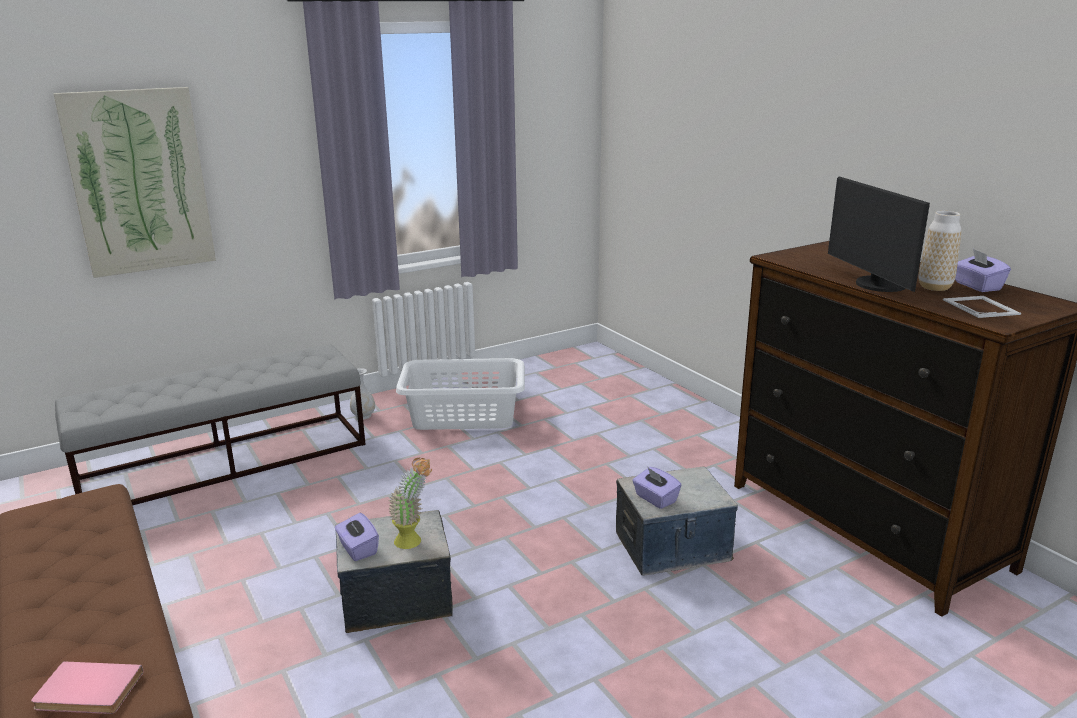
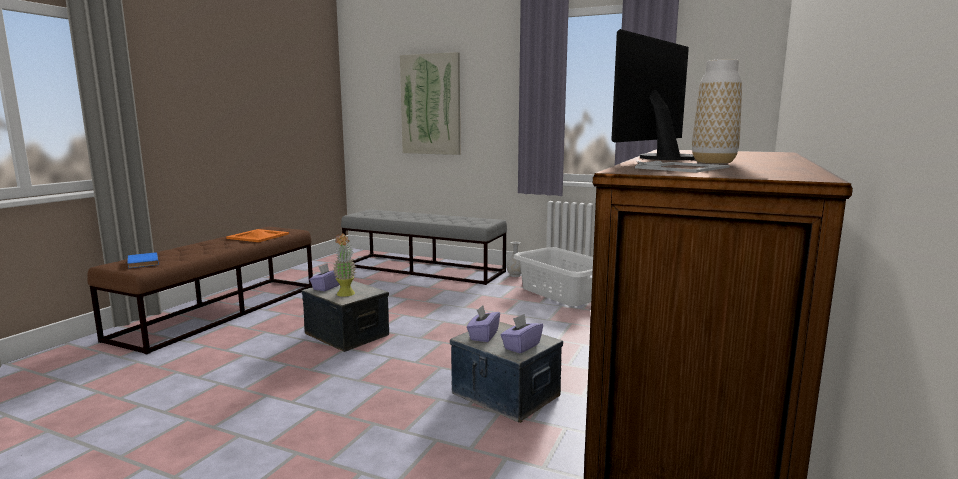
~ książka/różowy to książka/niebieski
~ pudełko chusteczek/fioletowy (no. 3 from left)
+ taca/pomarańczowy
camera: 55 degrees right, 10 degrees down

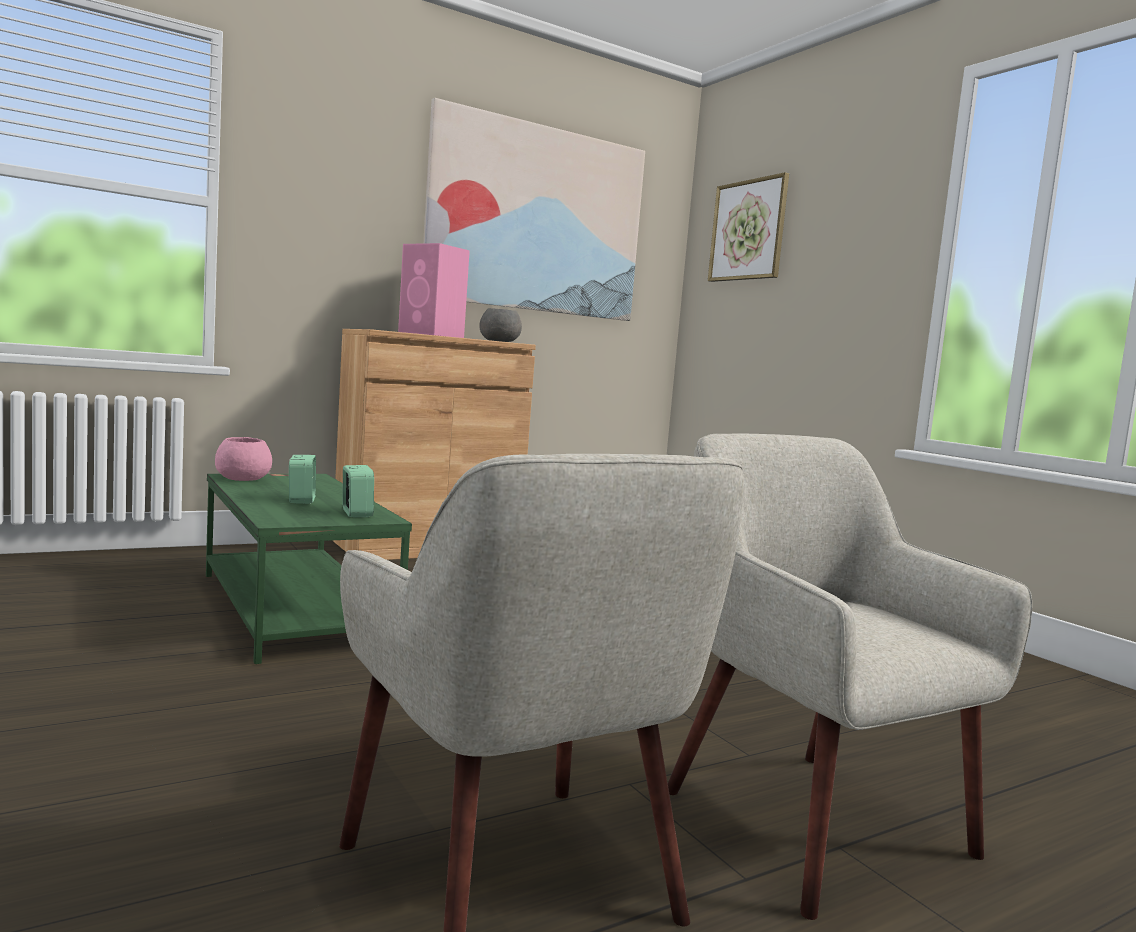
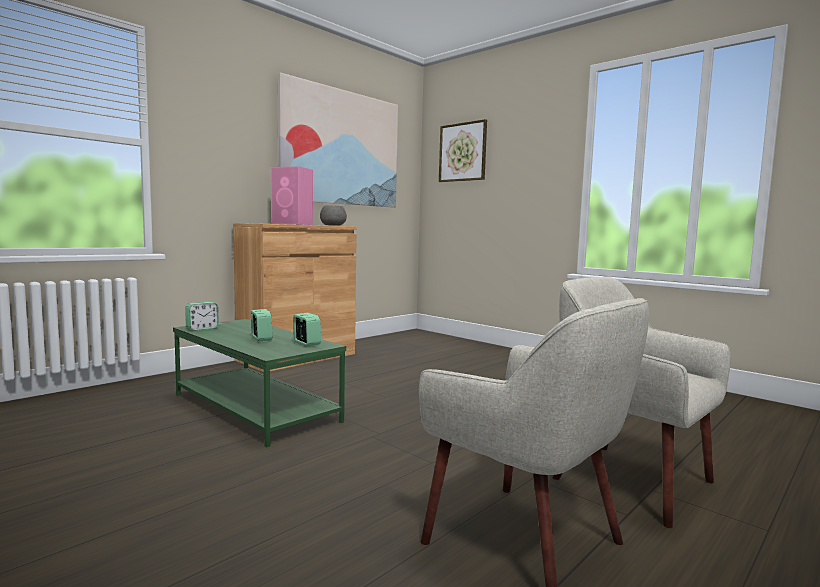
~ miska/różowy to budzik (no. 1 from left)
camera: 15 degrees left, 0 degrees up

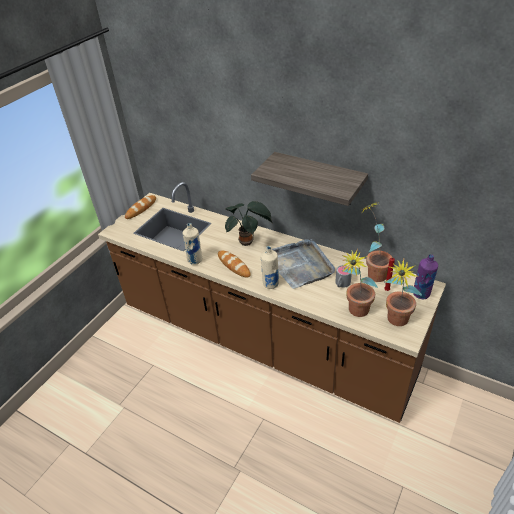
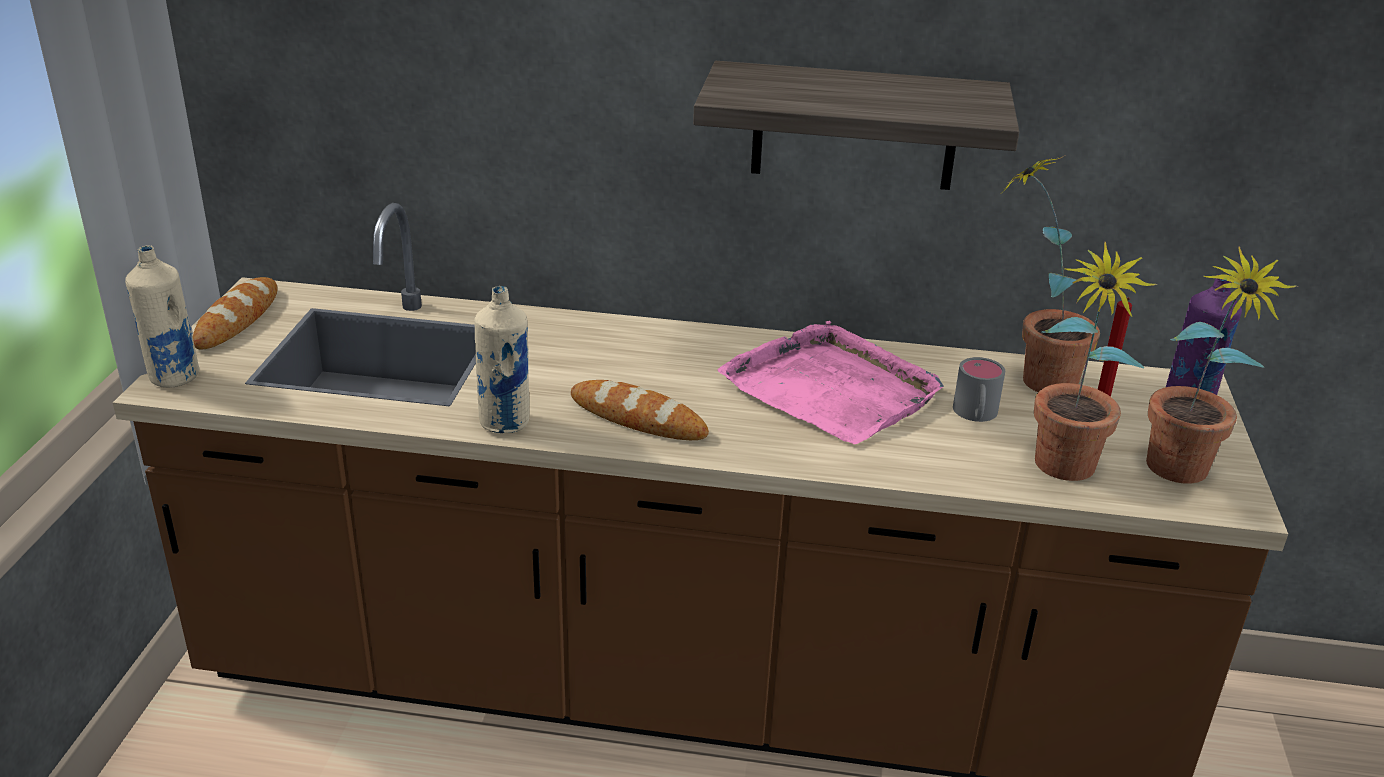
- roślina doniczkowa (no. 1 from left)
~ butelka/beżowy (no. 2 from left in the first image) to butelka/beżowy (no. 1 from left)
~ taca/szary to taca/różowy
camera: 25 degrees left, 10 degrees down

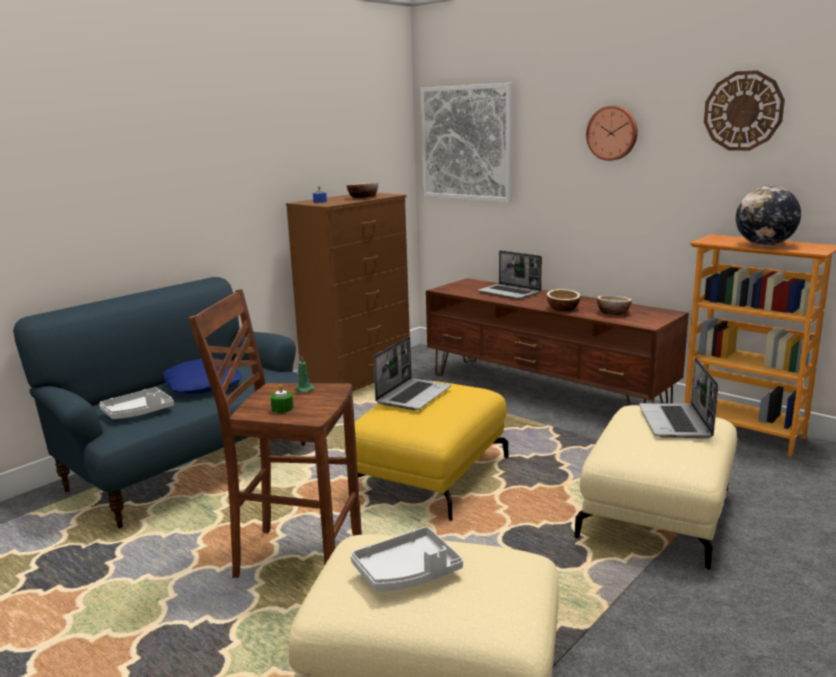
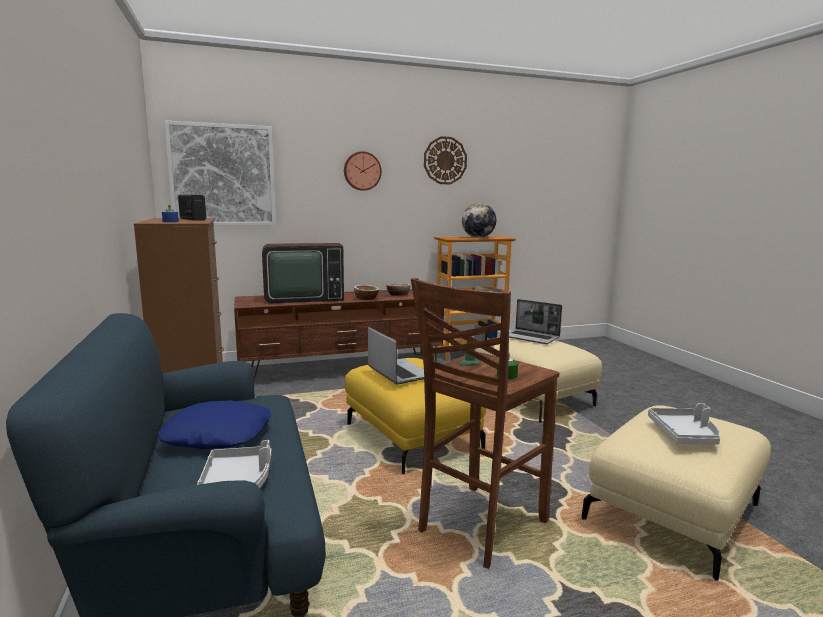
~ miska (no. 1 from left) to radio
~ laptop (no. 2 from left) to telewizor
camera: 60 degrees left, 5 degrees down

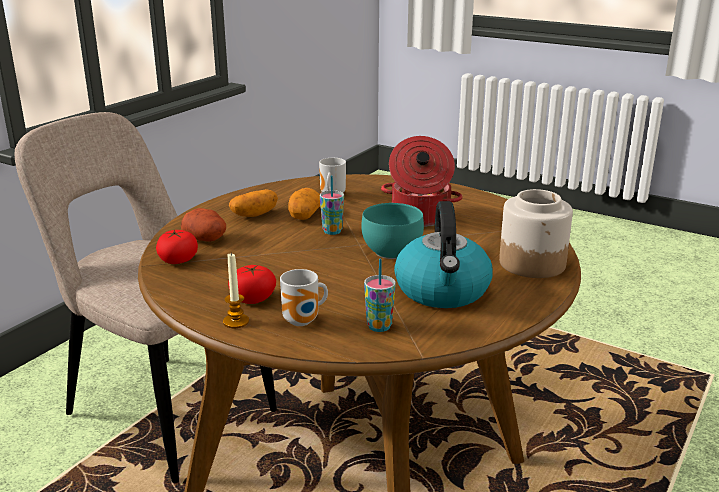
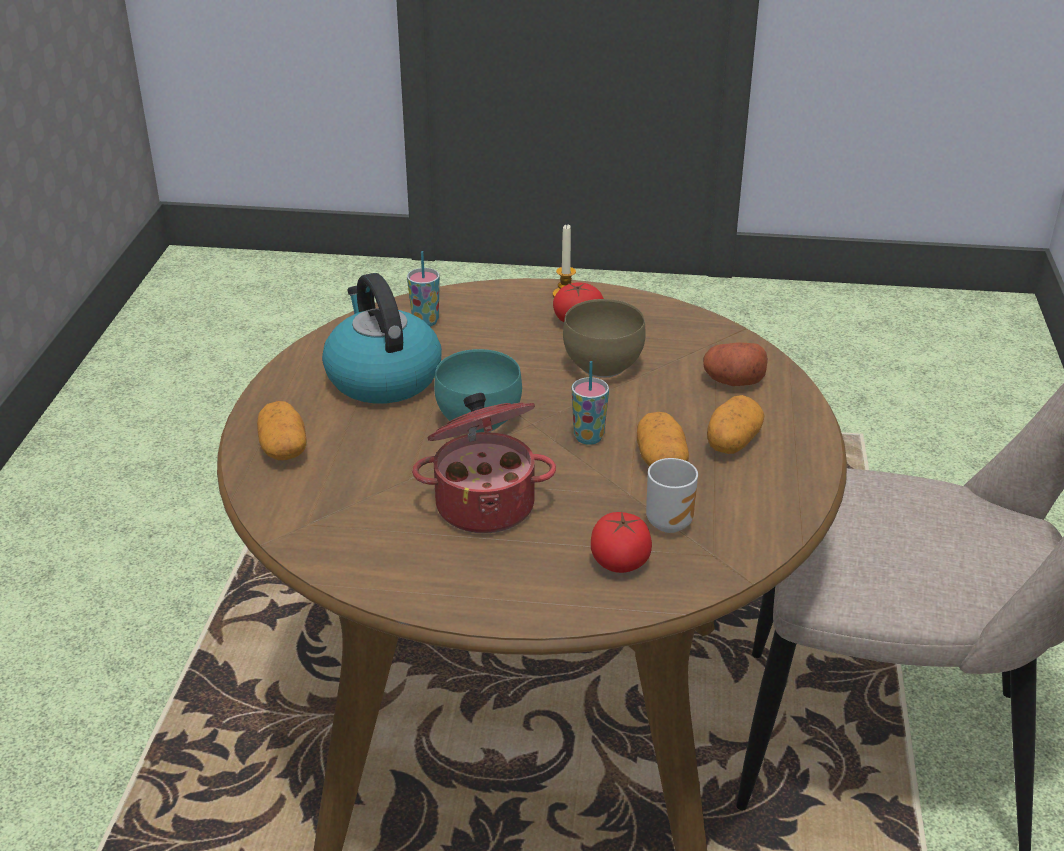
~ pomidor (no. 1 from left in the first image) to pomidor (no. 2 from left)
- kubek (no. 1 from left)
~ słoik to ziemniak (no. 1 from left)
+ miska/brązowy
camera: 155 degrees right, 10 degrees up

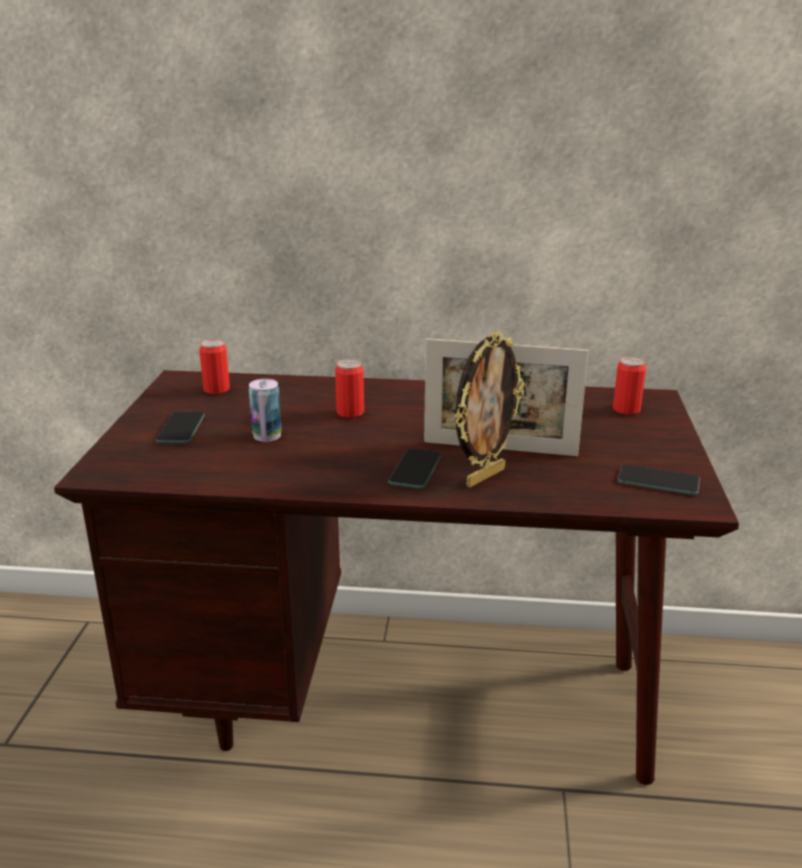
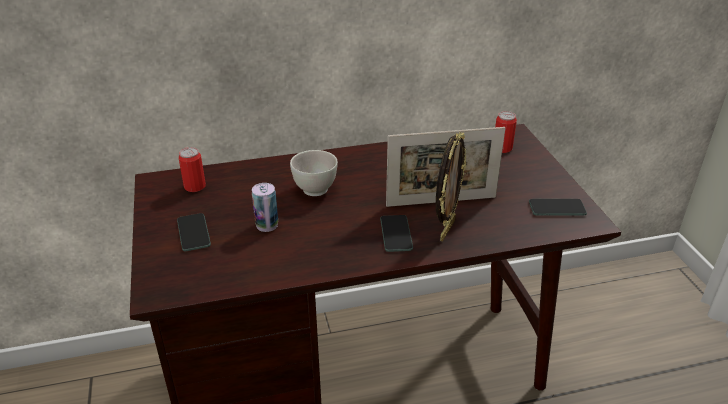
~ puszka (no. 3 from left) to miska/biały
camera: 20 degrees left, 10 degrees up

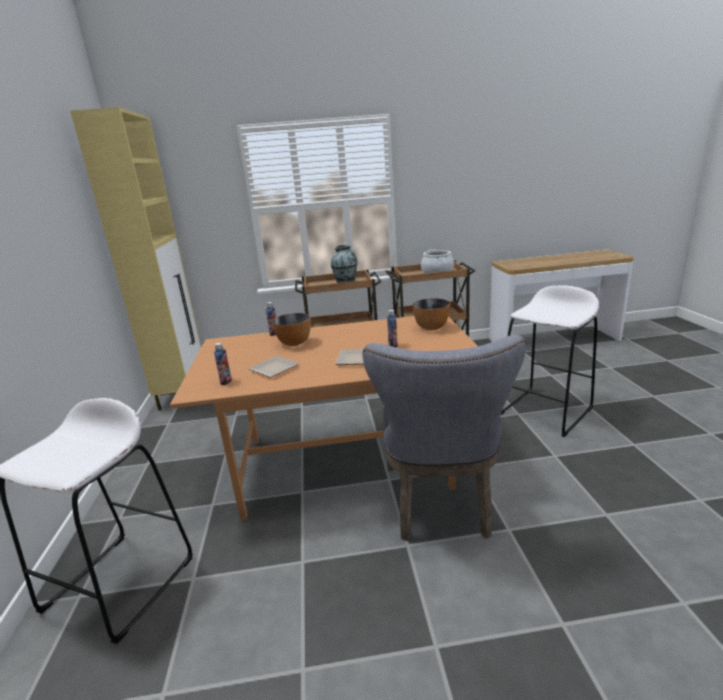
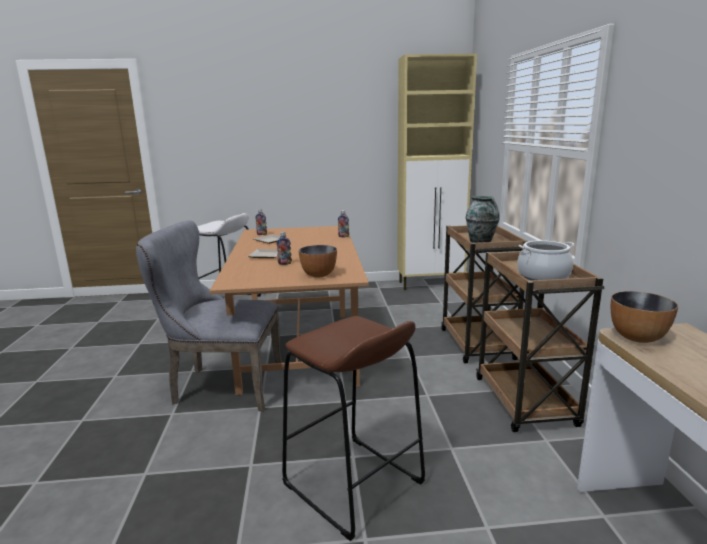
~ miska (no. 1 from left in the first image) to miska (no. 2 from left)
~ stołek/biały (no. 2 from left) to stołek/brązowy
camera: 90 degrees right, 5 degrees down

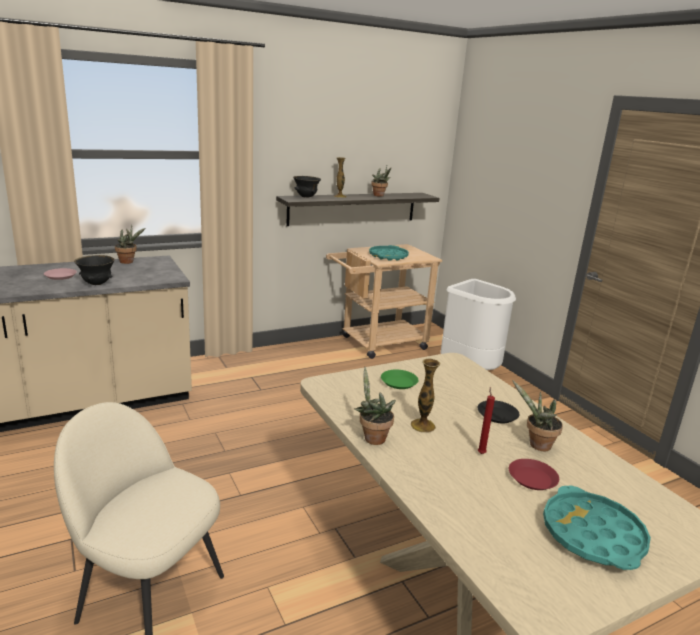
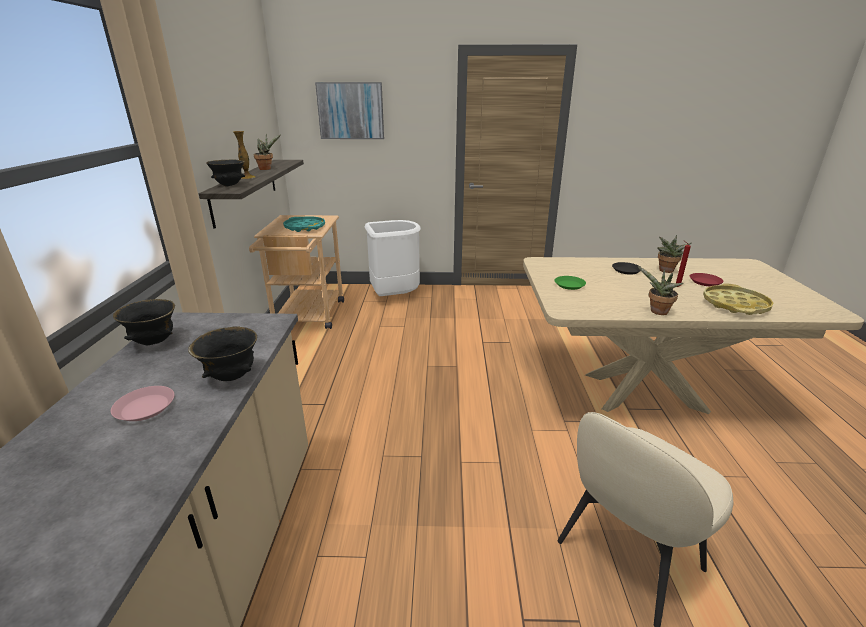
~ roślina doniczkowa (no. 1 from left) to miska/czarny (no. 1 from left)
- wazon (no. 2 from left)
- taca/turkusowy (no. 2 from left)
+ obraz
+ taca/żółty
camera: 60 degrees left, 5 degrees up

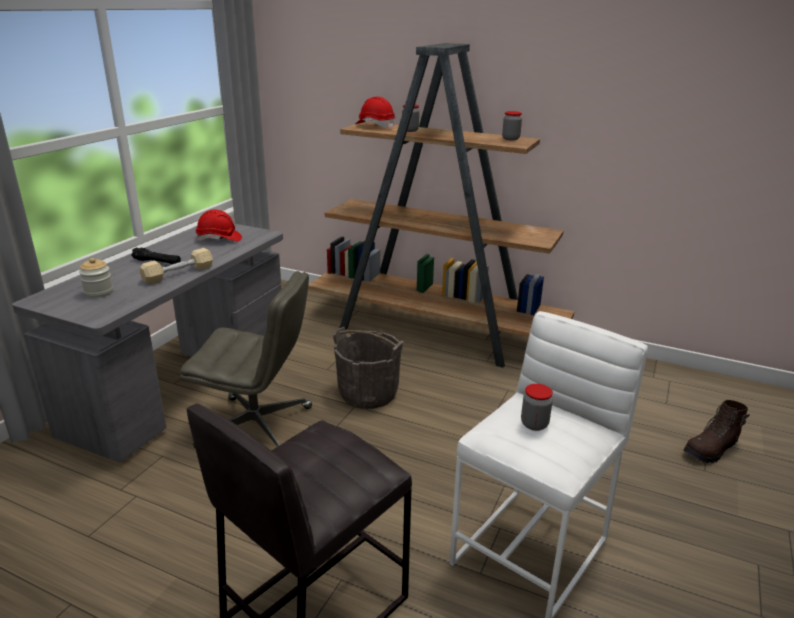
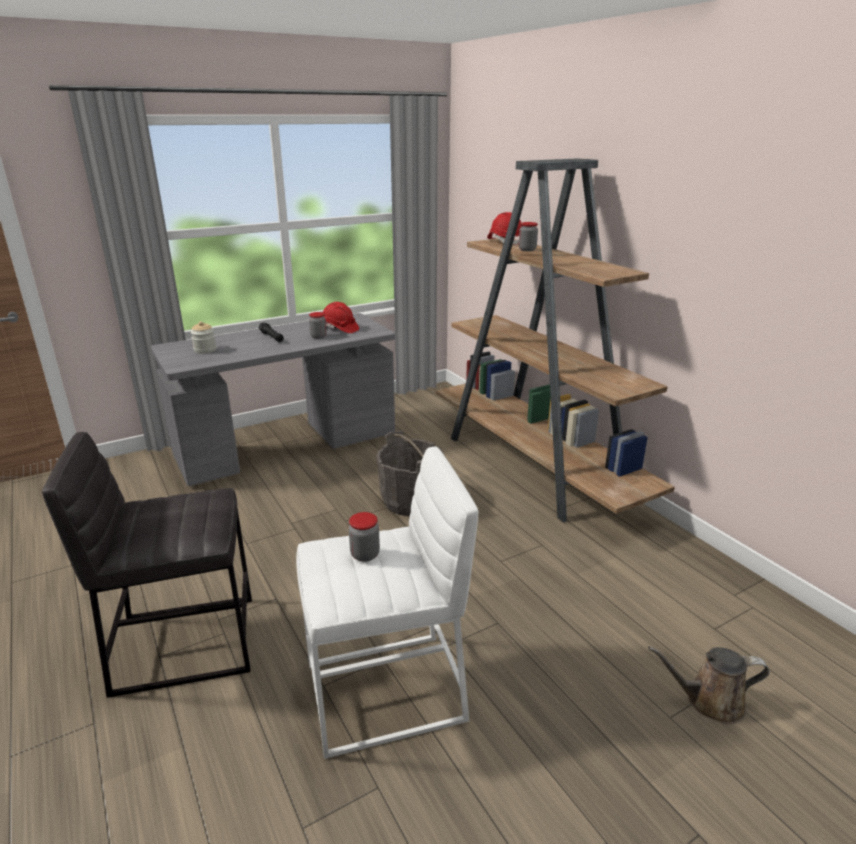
- hantel/beżowy
- krzesło biurowe/szary
~ słoik (no. 3 from left in the first image) to słoik (no. 2 from left)
~ but z cholewką/brązowy to konewka/brązowy
camera: 35 degrees right, 0 degrees up

